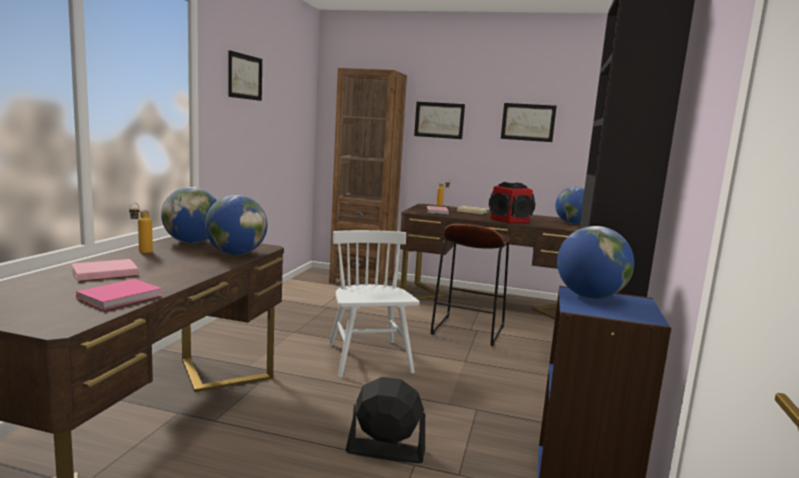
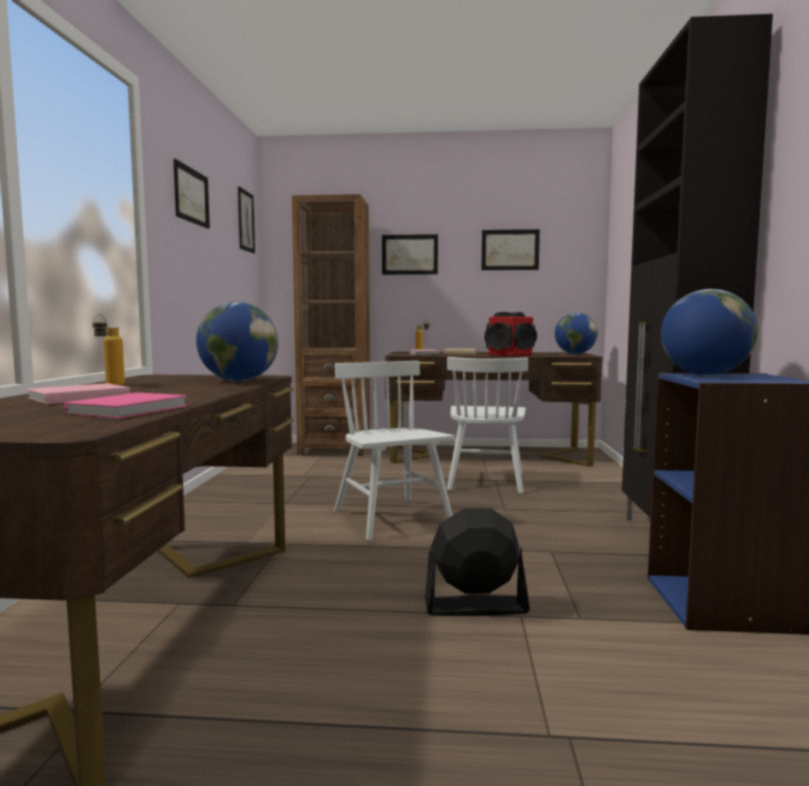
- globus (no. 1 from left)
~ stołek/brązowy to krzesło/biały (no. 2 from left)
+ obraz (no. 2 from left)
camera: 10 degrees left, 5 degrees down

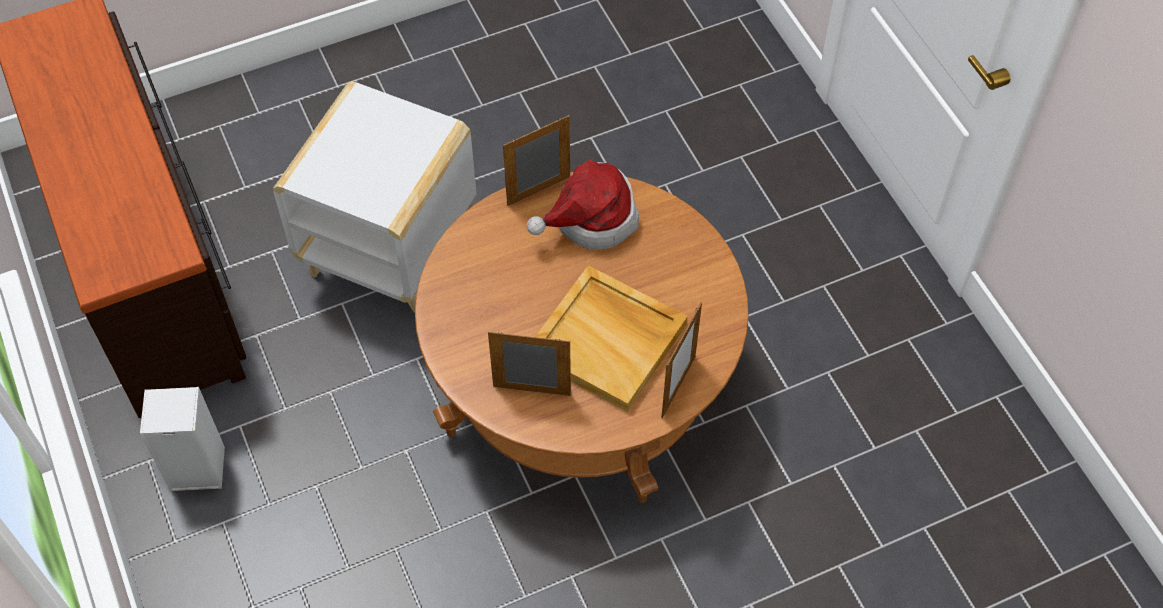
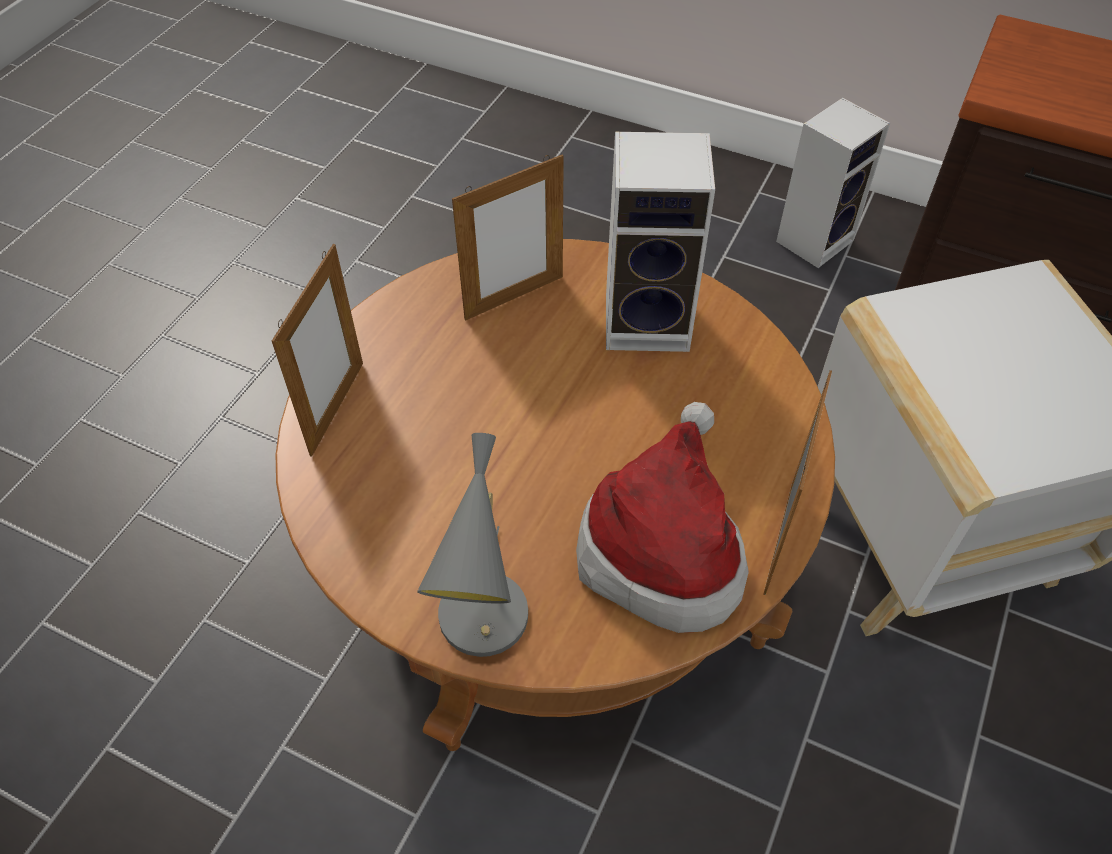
- taca/beżowy
~ ramka na zdjęcie (no. 3 from left in the first image) 150 degrees counterclockwise
+ lampa stołowa/szary
+ głośnik (no. 1 from left)
camera: 140 degrees right, 5 degrees down

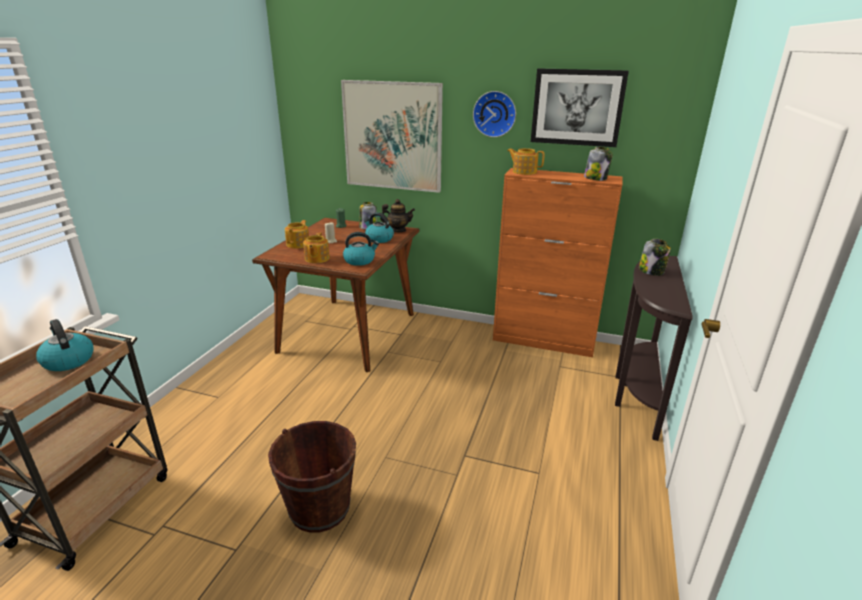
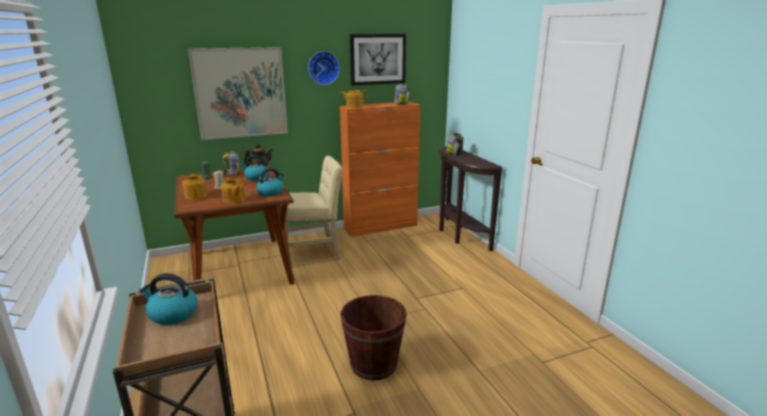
+ krzesło/beżowy
camera: 40 degrees left, 5 degrees down

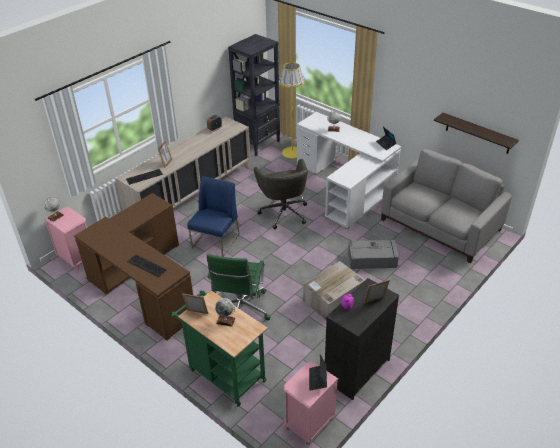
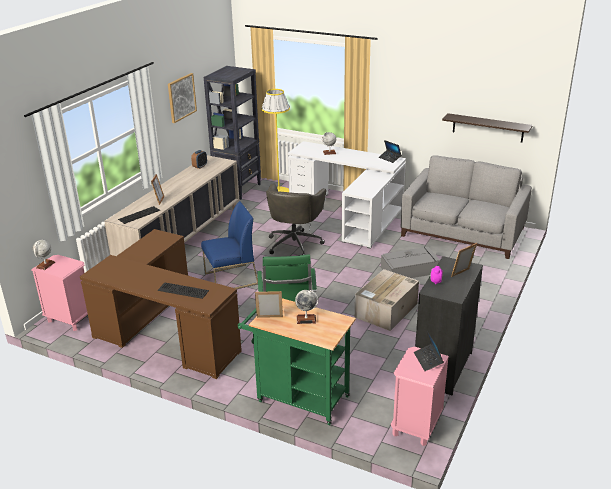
~ krzesło/niebieski 60 degrees clockwise
~ krzesło biurowe/szary 45 degrees clockwise
+ obraz
camera: 15 degrees left, 10 degrees down

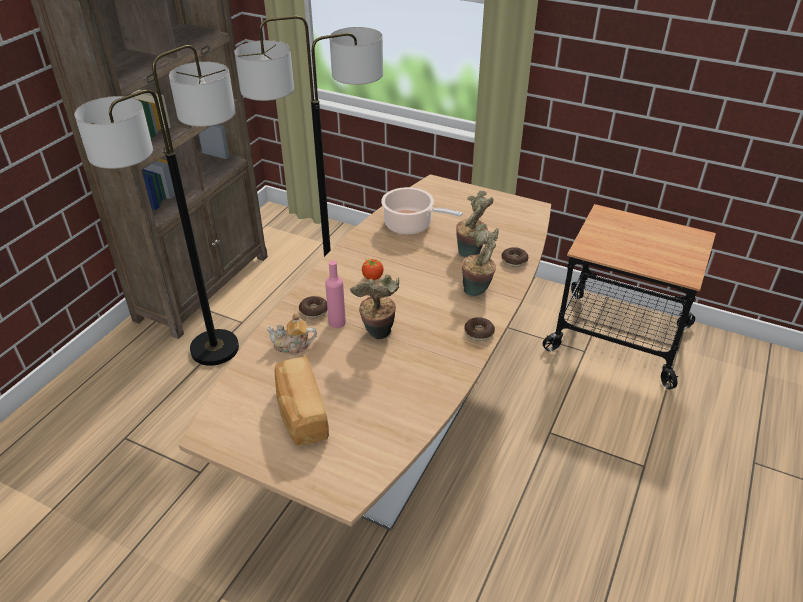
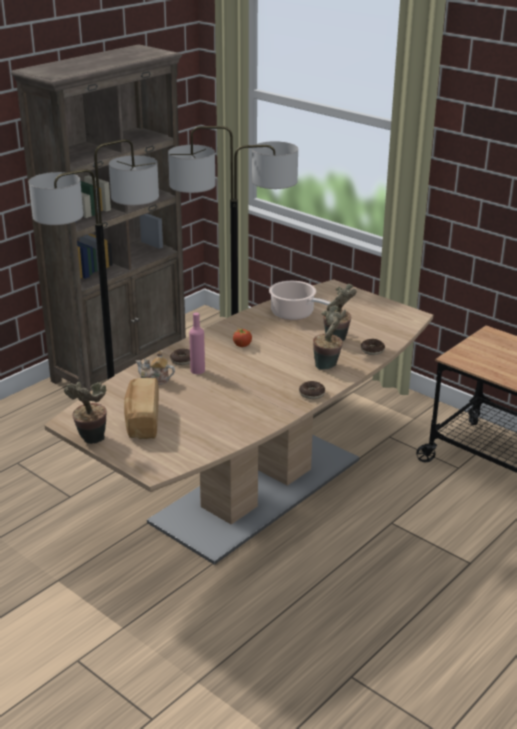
~ roślina doniczkowa (no. 1 from left)
camera: 15 degrees right, 10 degrees down

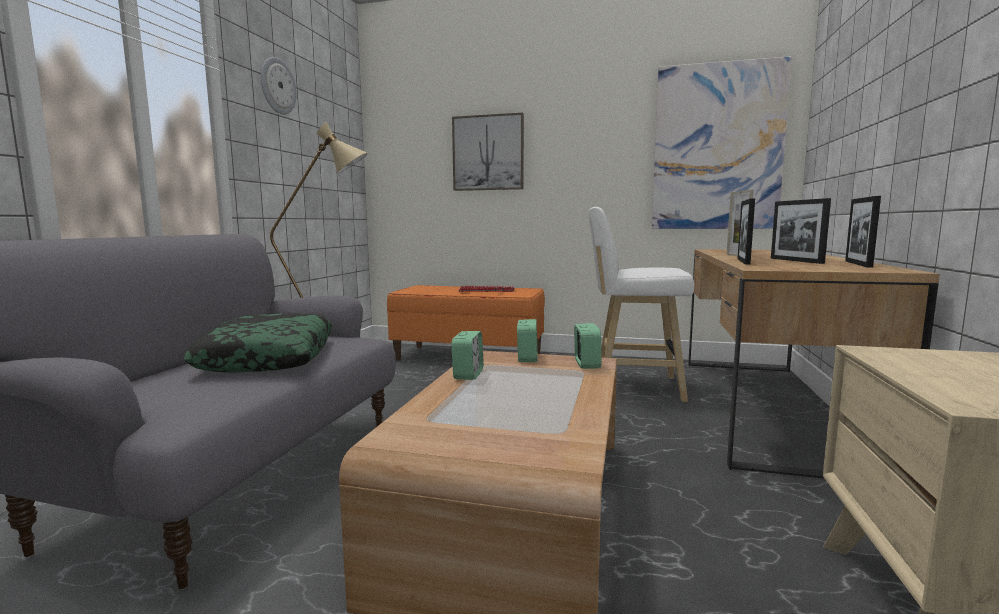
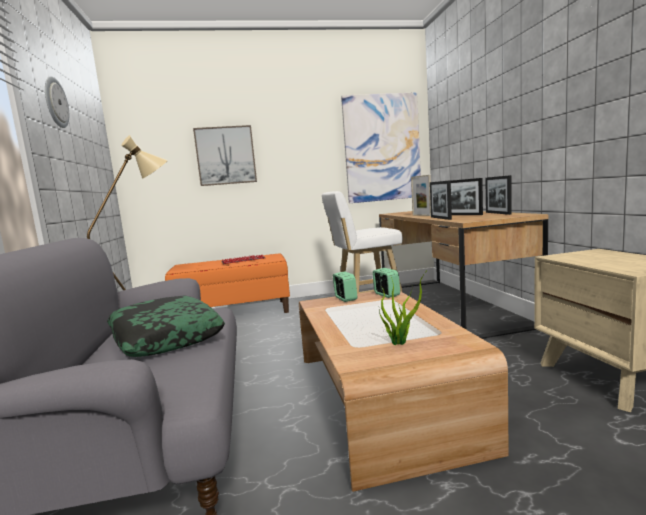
- budzik (no. 1 from left)
+ roślina doniczkowa
camera: 25 degrees left, 0 degrees up

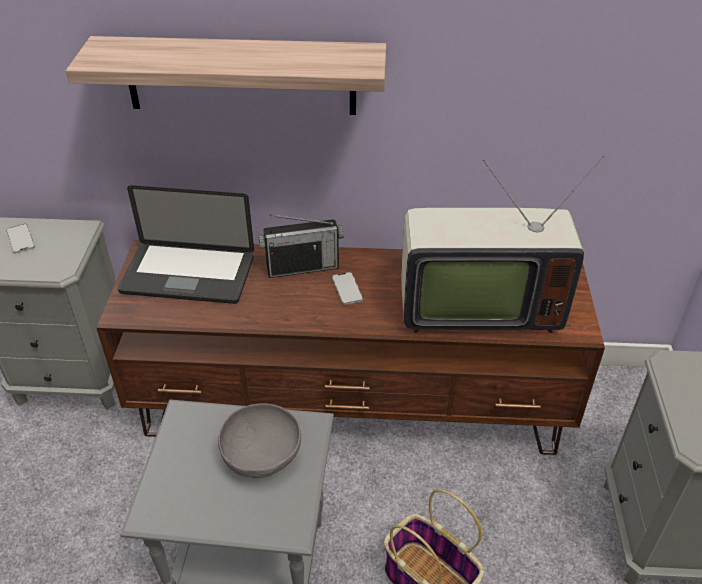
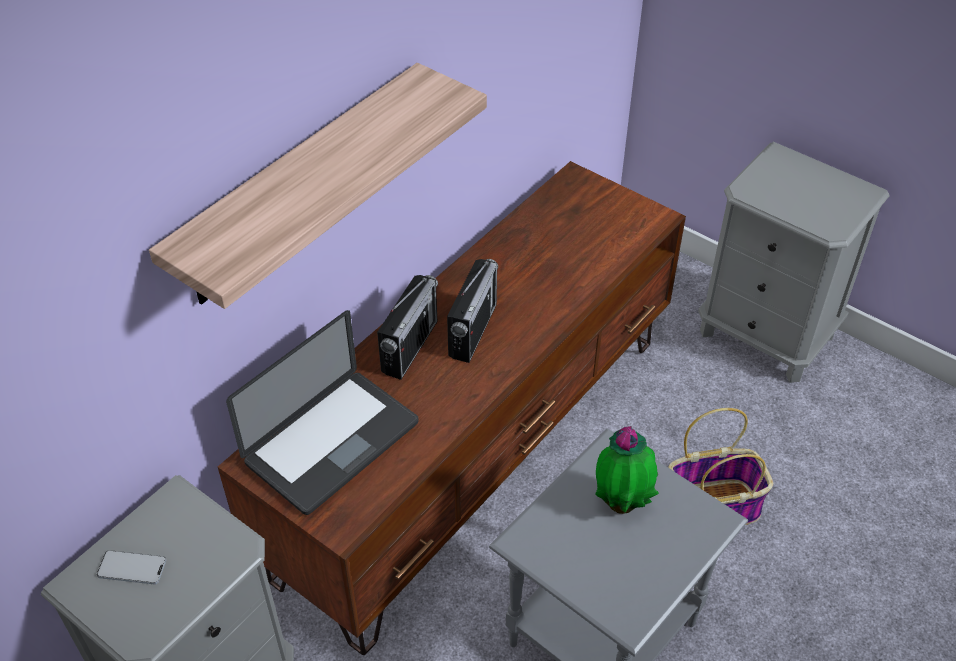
~ miska/szary to roślina doniczkowa
~ telefon (no. 2 from left) to radio (no. 2 from left)
- telewizor
camera: 55 degrees left, 5 degrees up

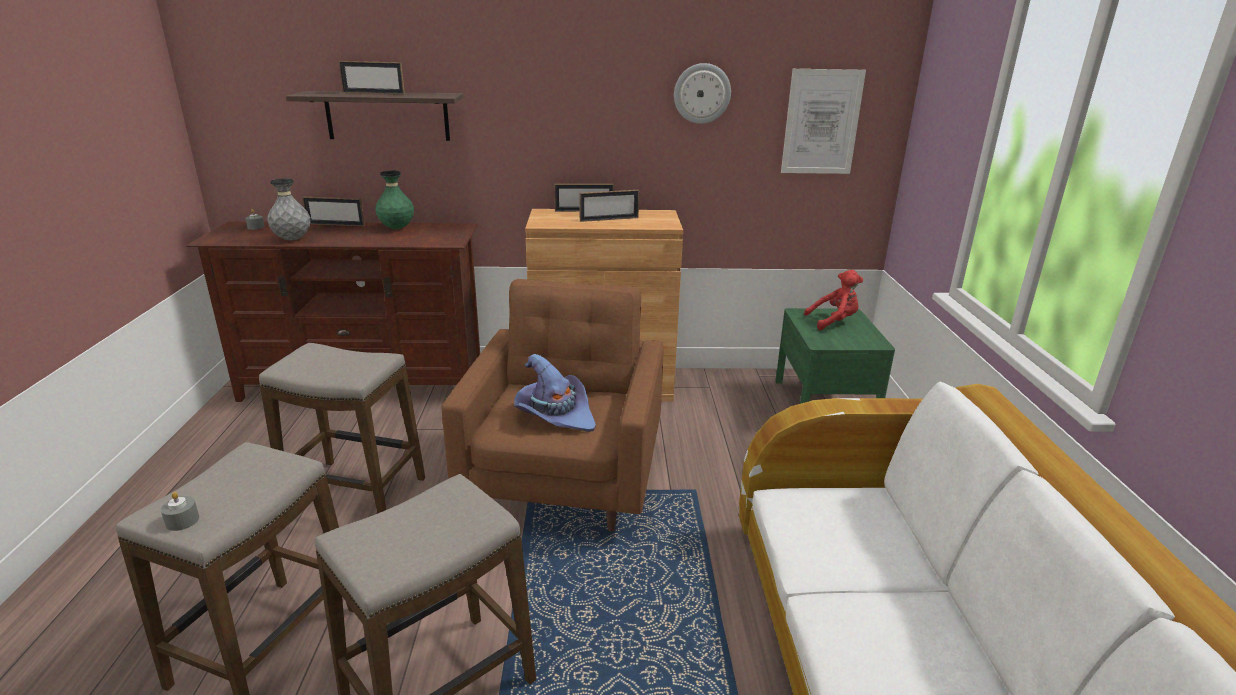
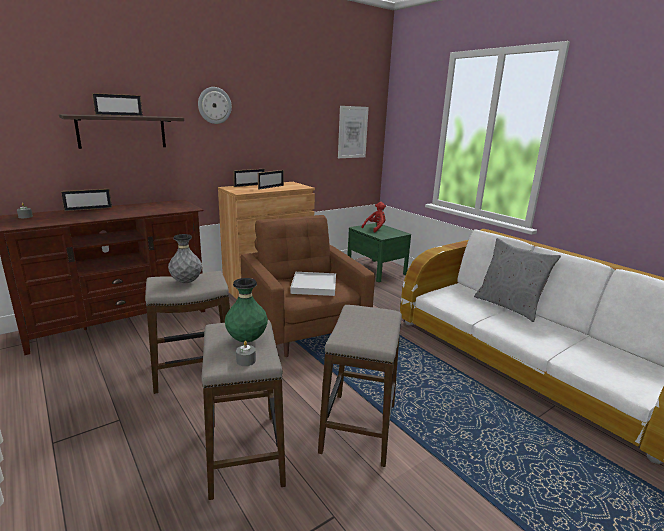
~ wazon/szary
~ wazon/zielony
~ kapelusz/fioletowy to taca/biały
~ zegar ścienny
+ poduszka/szary
camera: 35 degrees left, 5 degrees down

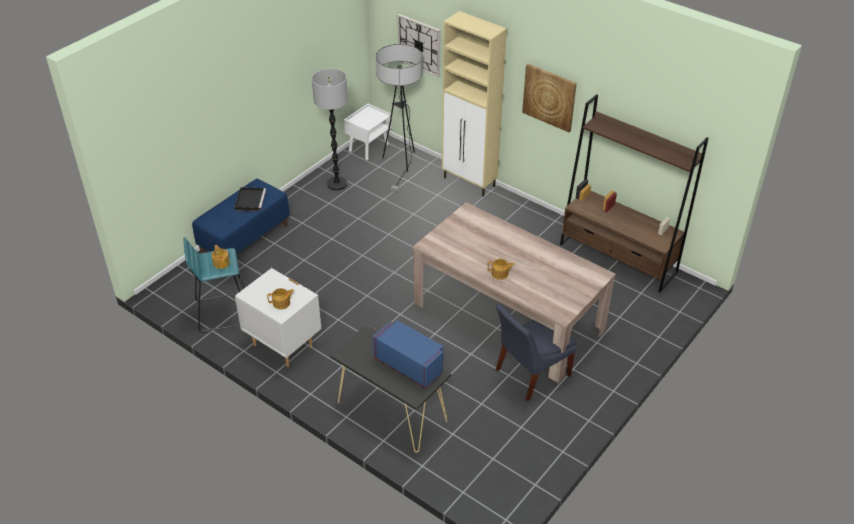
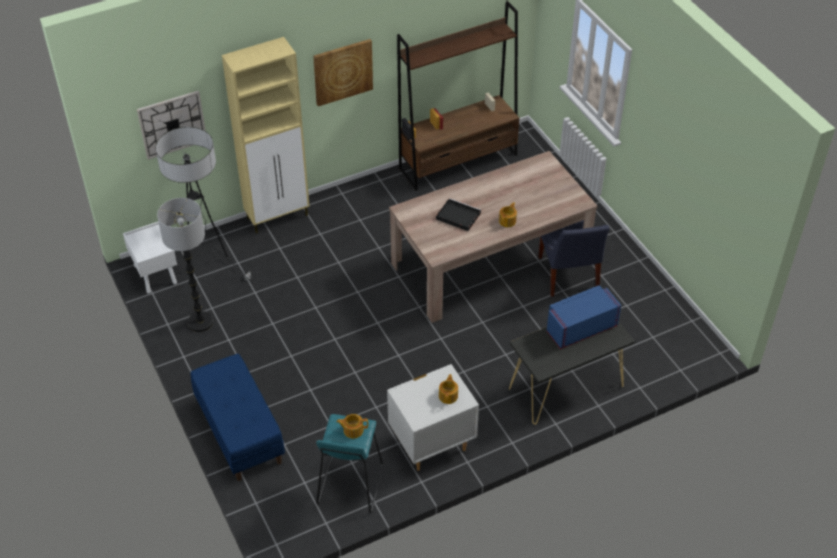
~ taca/czarny
camera: 65 degrees left, 5 degrees up

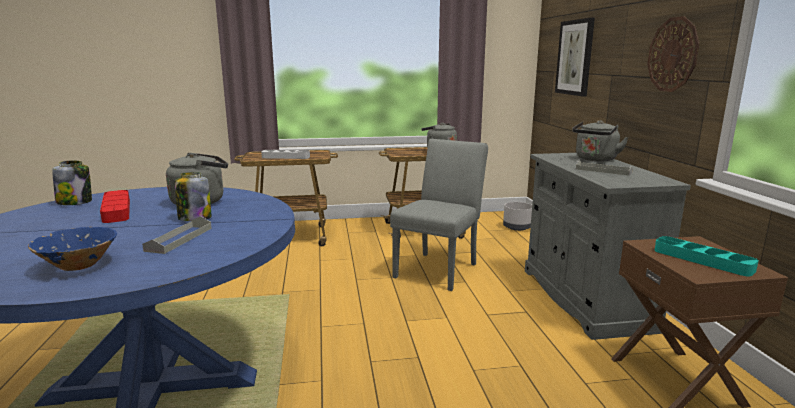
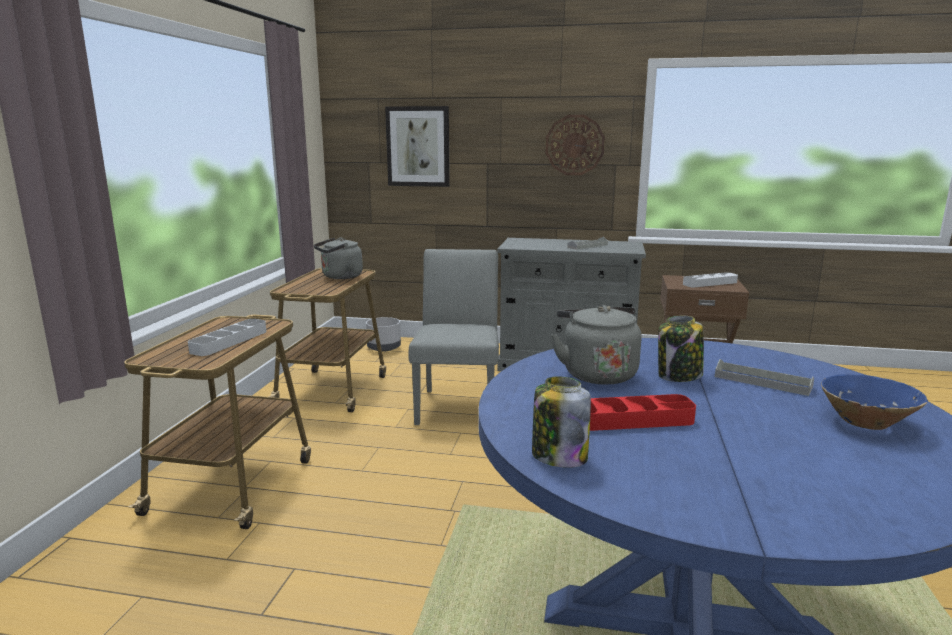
~ krzesło/szary 45 degrees clockwise
- czajnik/szary (no. 3 from left)
~ taca/turkusowy to taca/szary (no. 3 from left)
camera: 70 degrees left, 0 degrees up

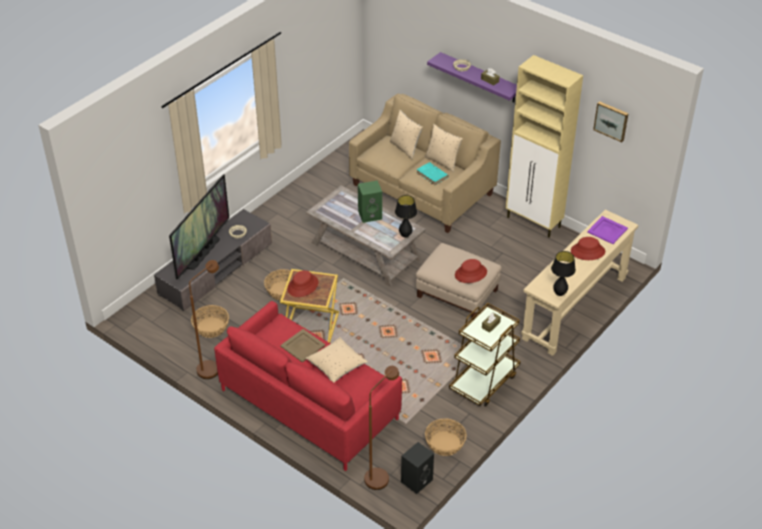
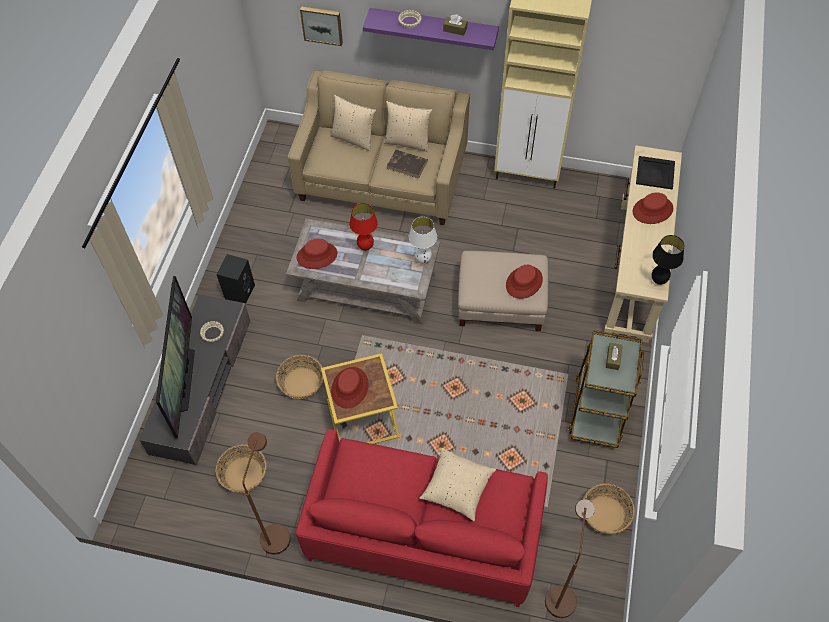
- taca/beżowy
~ głośnik/zielony to lampa stołowa/czerwony
~ lampa stołowa/czarny (no. 1 from left) to lampa stołowa/biały
~ głośnik/czarny
~ książka/turkusowy to książka/brązowy
~ taca/fioletowy to taca/czarny
~ obraz
+ kapelusz/czerwony (no. 1 from left)
camera: 25 degrees left, 15 degrees up

